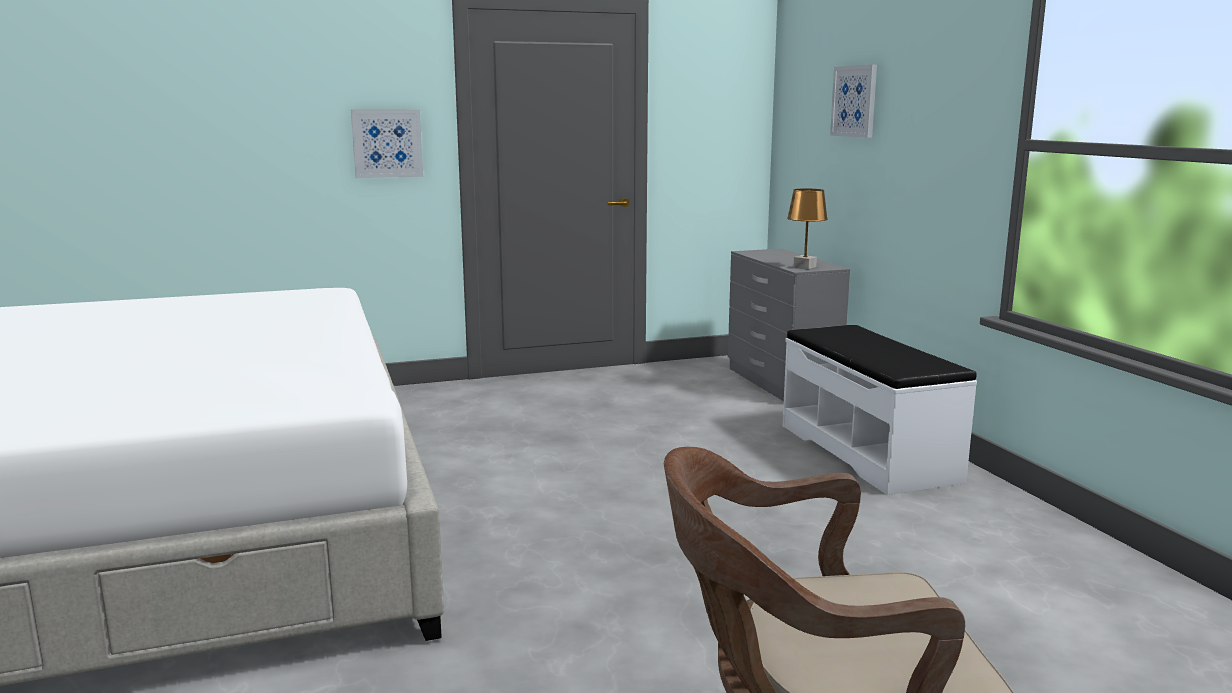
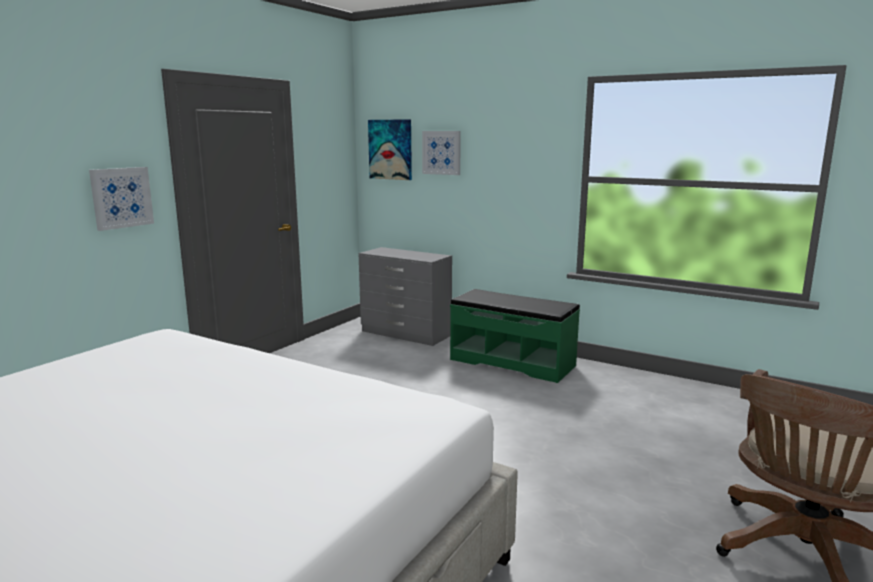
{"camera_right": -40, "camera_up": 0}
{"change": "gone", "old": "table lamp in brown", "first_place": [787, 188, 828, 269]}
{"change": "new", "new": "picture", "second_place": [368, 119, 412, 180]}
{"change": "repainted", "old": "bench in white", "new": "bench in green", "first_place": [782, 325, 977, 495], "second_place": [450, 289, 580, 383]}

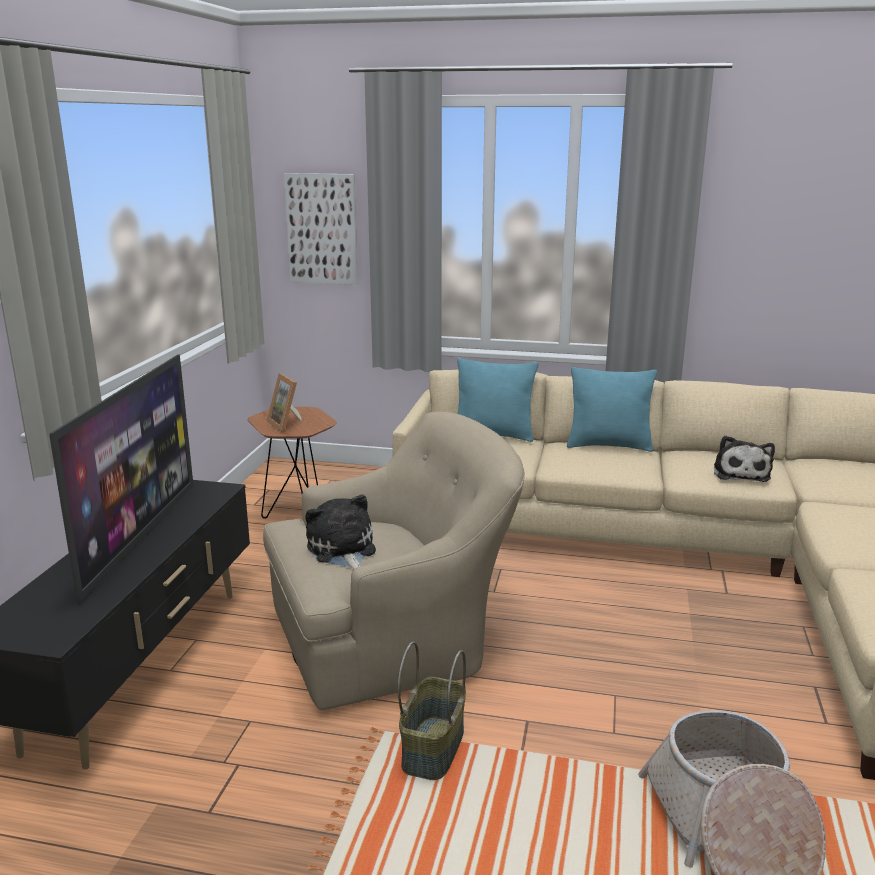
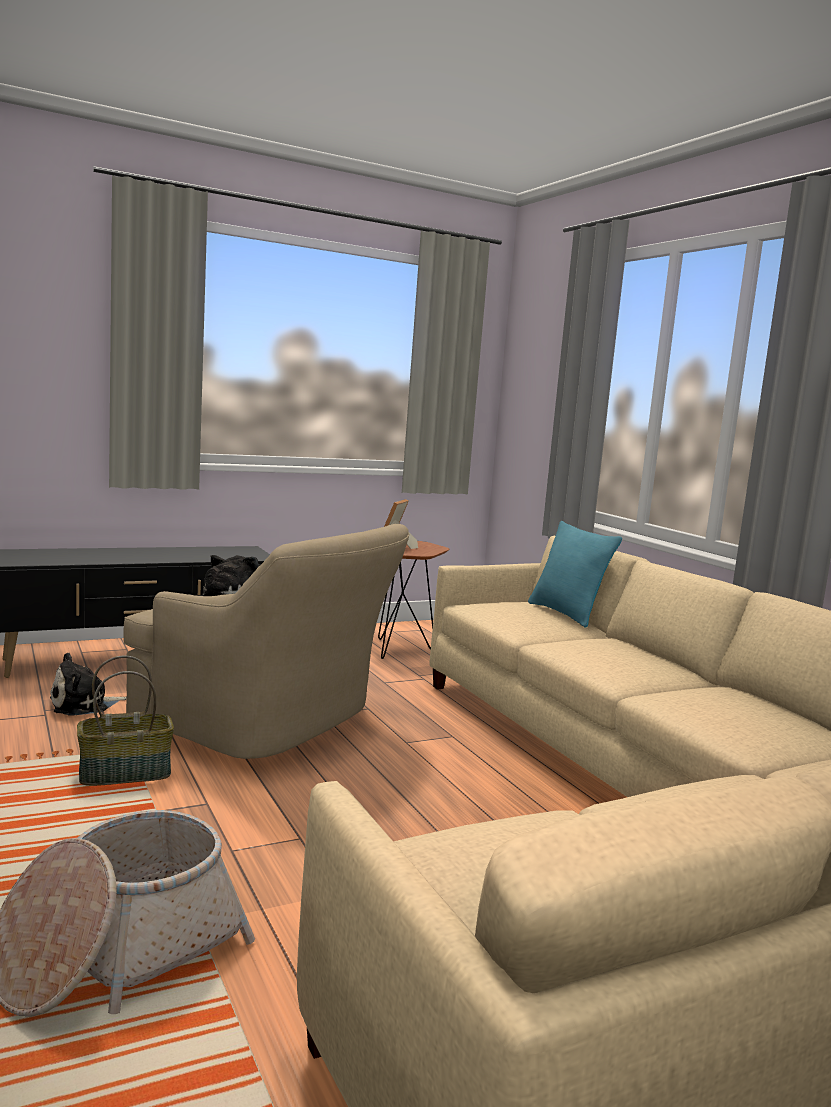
{"camera_right": 50, "camera_up": -10}
{"change": "gone", "old": "television", "first_place": [49, 354, 194, 602]}
{"change": "gone", "old": "picture", "first_place": [284, 173, 358, 285]}
{"change": "gone", "old": "pillow in turquoise", "first_place": [567, 367, 657, 452]}
{"change": "shifted", "old": "plush toy", "first_place": [714, 436, 775, 482], "second_place": [50, 653, 127, 716]}

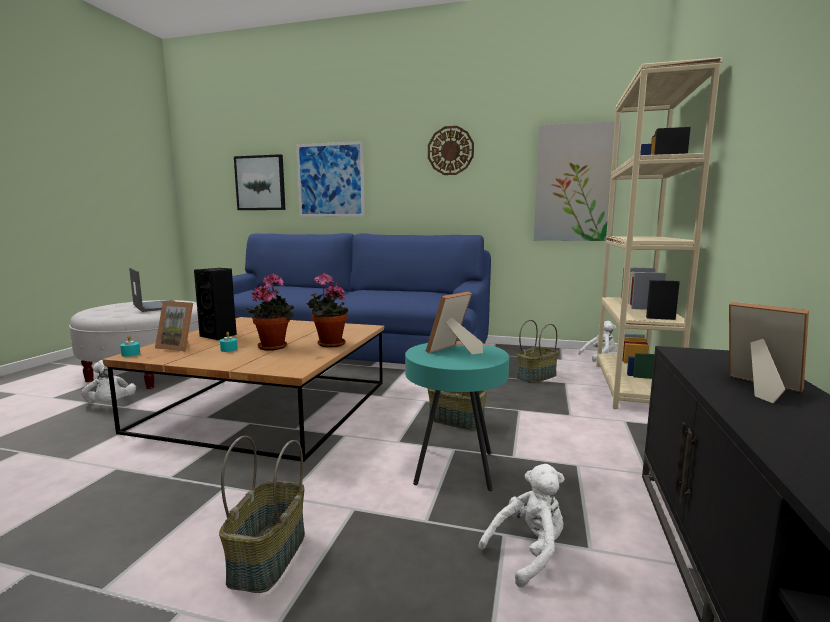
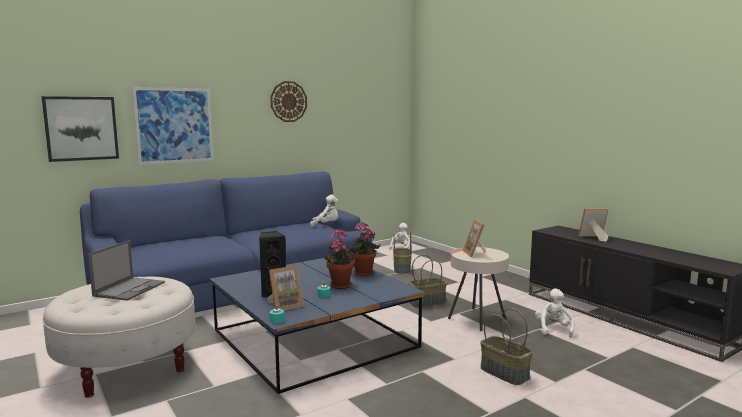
{"camera_right": -50, "camera_up": 0}
{"change": "gone", "old": "picture", "first_place": [534, 121, 621, 241]}
{"change": "gone", "old": "bookcase in beige", "first_place": [596, 57, 722, 409]}
{"change": "shifted", "old": "plush toy in white", "first_place": [81, 360, 136, 403], "second_place": [310, 194, 338, 227]}
{"change": "repainted", "old": "coffee table in brown", "new": "coffee table in blue", "first_place": [103, 317, 384, 462], "second_place": [210, 258, 425, 394]}
{"change": "repainted", "old": "side table in turquoise", "new": "side table in beige", "first_place": [405, 341, 509, 491], "second_place": [448, 247, 509, 331]}
{"change": "rotated", "old": "laptop", "first_place": [129, 268, 176, 312], "second_place": [88, 240, 165, 301], "degrees": 105}

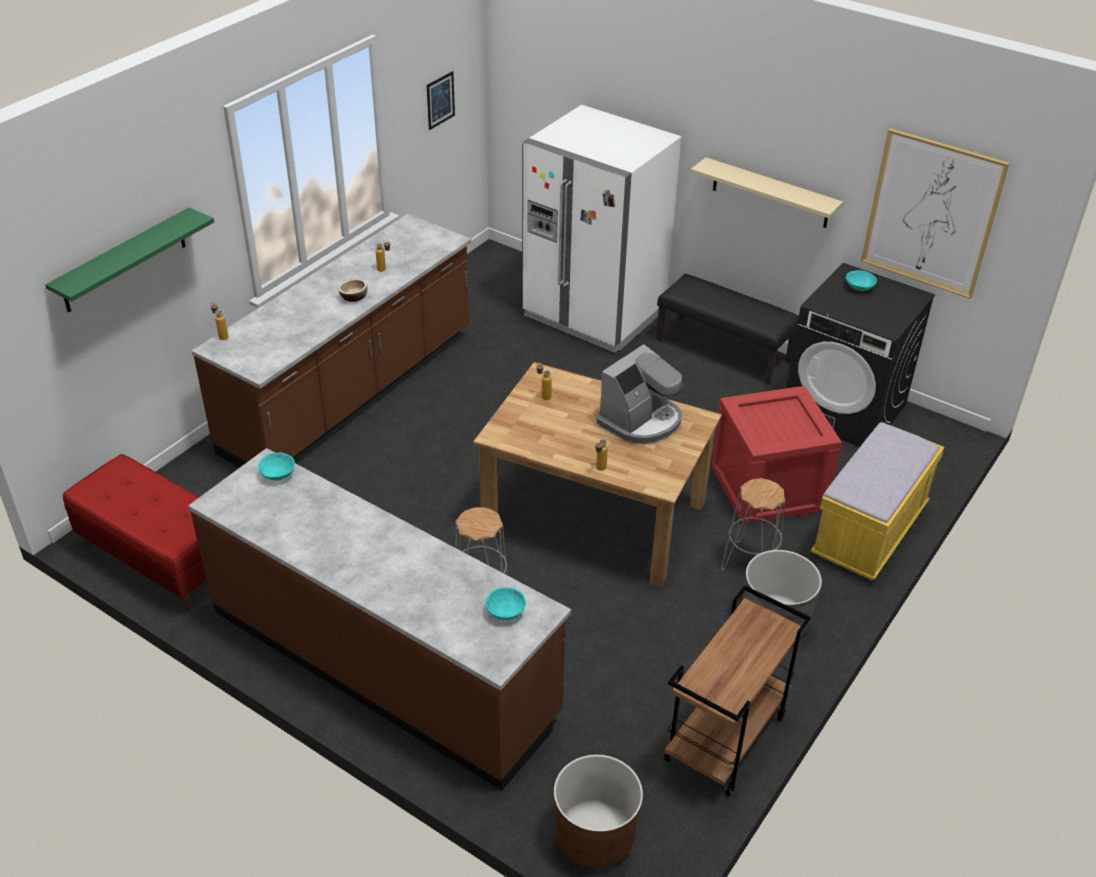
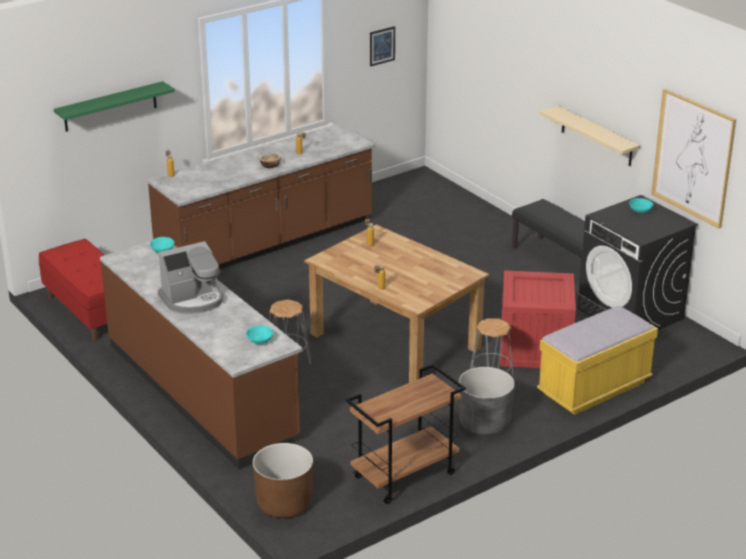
{"camera_right": 20, "camera_up": -10}
{"change": "gone", "old": "fridge in white", "first_place": [522, 105, 681, 353]}
{"change": "shifted", "old": "coffee machine", "first_place": [597, 344, 684, 444], "second_place": [158, 241, 223, 314]}

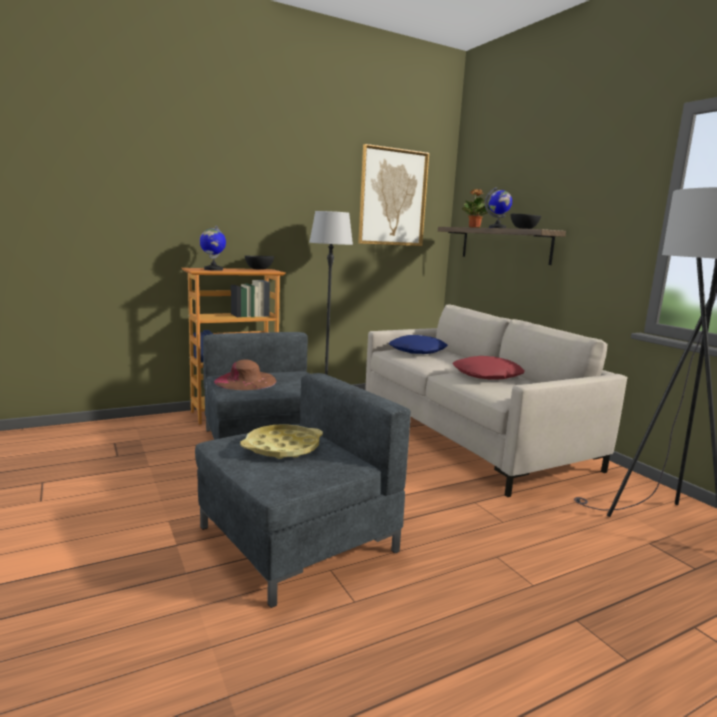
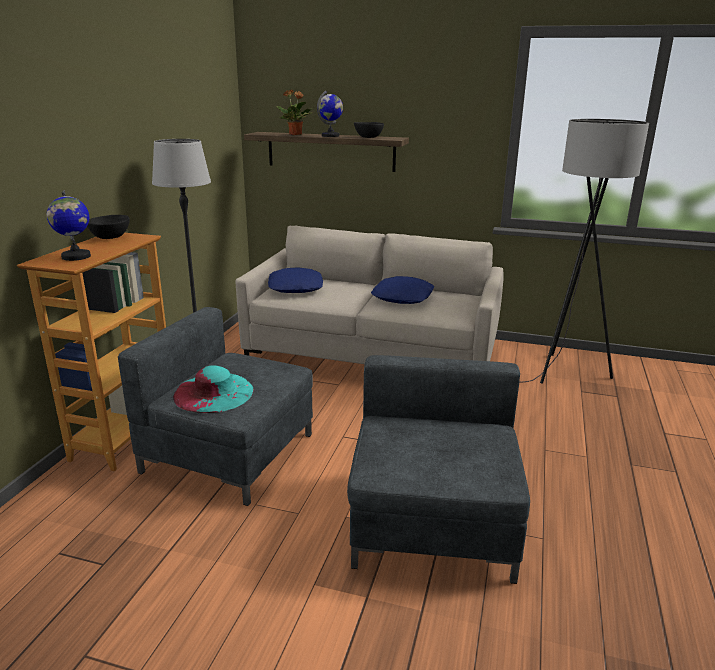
{"camera_right": -45, "camera_up": 10}
{"change": "gone", "old": "tray in yellow", "first_place": [240, 424, 323, 459]}
{"change": "gone", "old": "picture", "first_place": [358, 144, 429, 246]}
{"change": "repainted", "old": "hat in brown", "new": "hat in turquoise", "first_place": [214, 359, 276, 390], "second_place": [173, 365, 254, 413]}
{"change": "repainted", "old": "pillow in red", "new": "pillow in blue", "first_place": [452, 356, 525, 380], "second_place": [371, 276, 434, 304]}

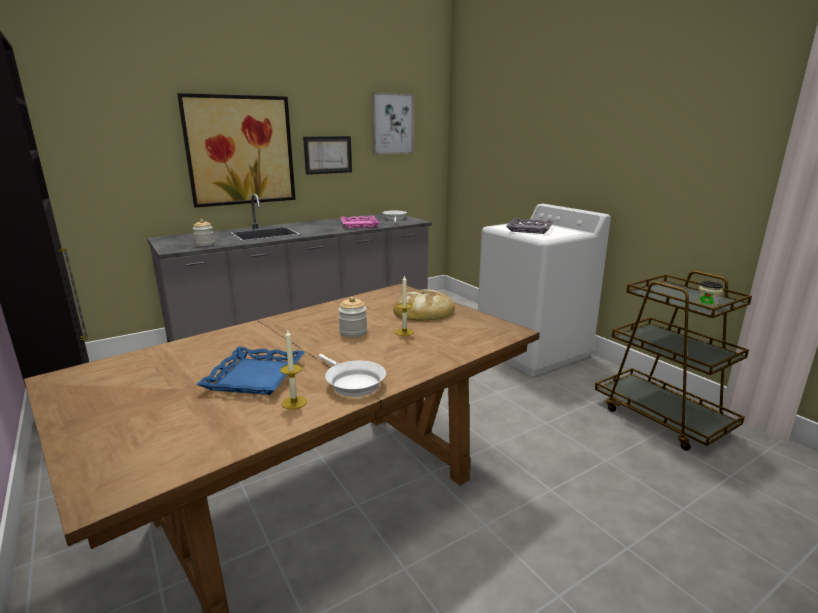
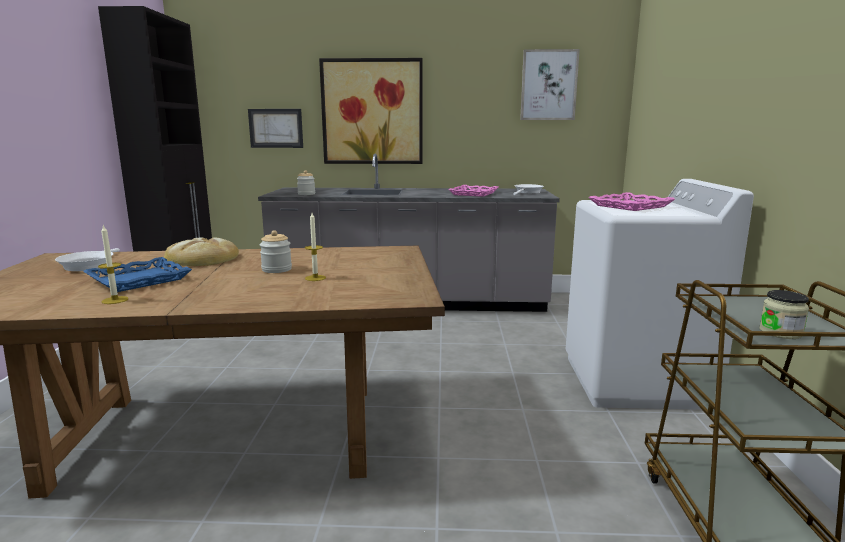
{"camera_right": 35, "camera_up": -5}
{"change": "shifted", "old": "picture", "first_place": [303, 136, 352, 175], "second_place": [248, 109, 303, 148]}
{"change": "shifted", "old": "frying pan in white", "first_place": [318, 354, 386, 397], "second_place": [55, 248, 120, 271]}
{"change": "shifted", "old": "bread", "first_place": [393, 289, 455, 321], "second_place": [164, 237, 239, 266]}
{"change": "repainted", "old": "tray in grey", "new": "tray in pink", "first_place": [506, 218, 554, 234], "second_place": [588, 192, 675, 211]}

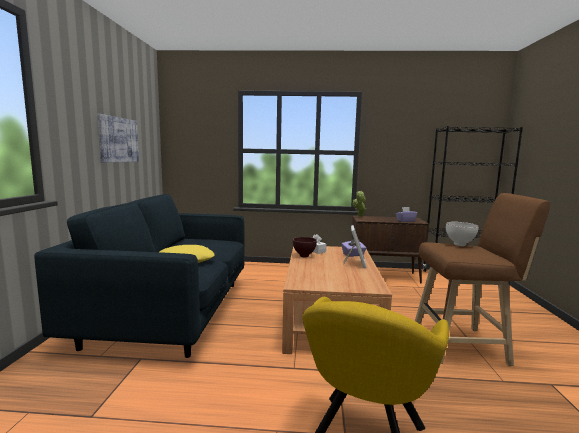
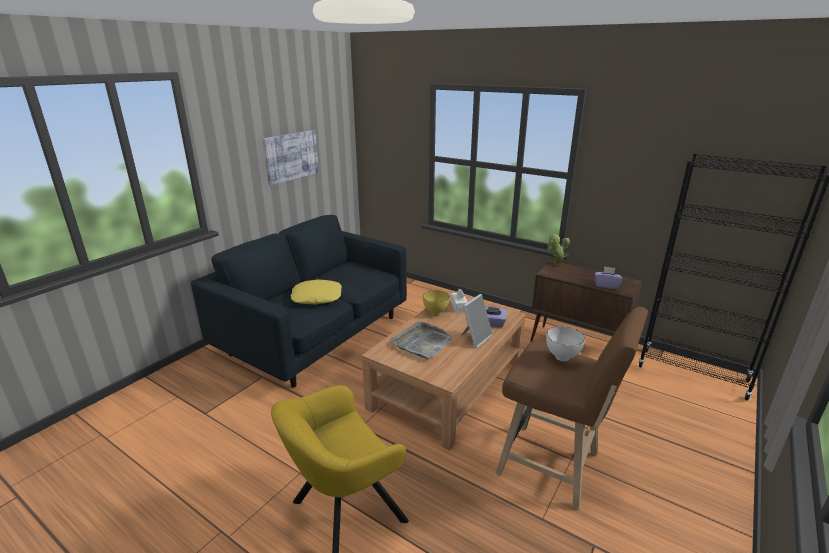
{"camera_right": 30, "camera_up": 15}
{"change": "new", "new": "tray in grey", "second_place": [392, 322, 454, 359]}
{"change": "repainted", "old": "bowl in brown", "new": "bowl in yellow", "first_place": [293, 237, 317, 257], "second_place": [423, 290, 450, 315]}

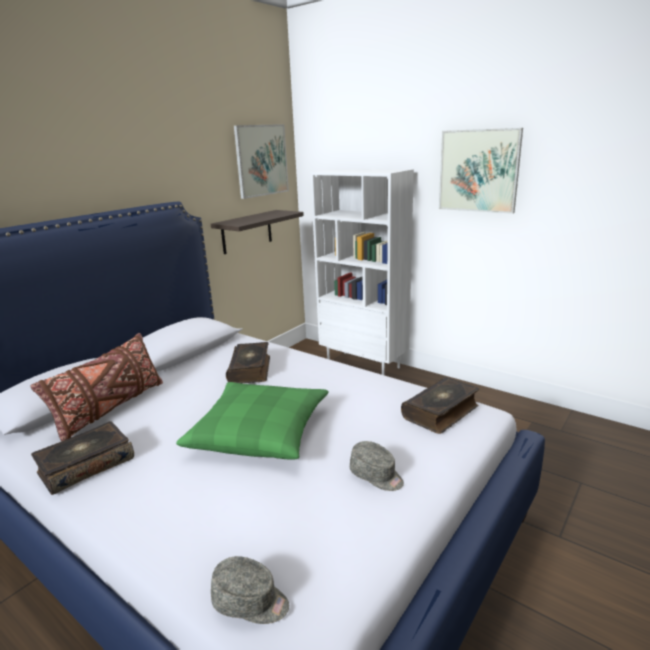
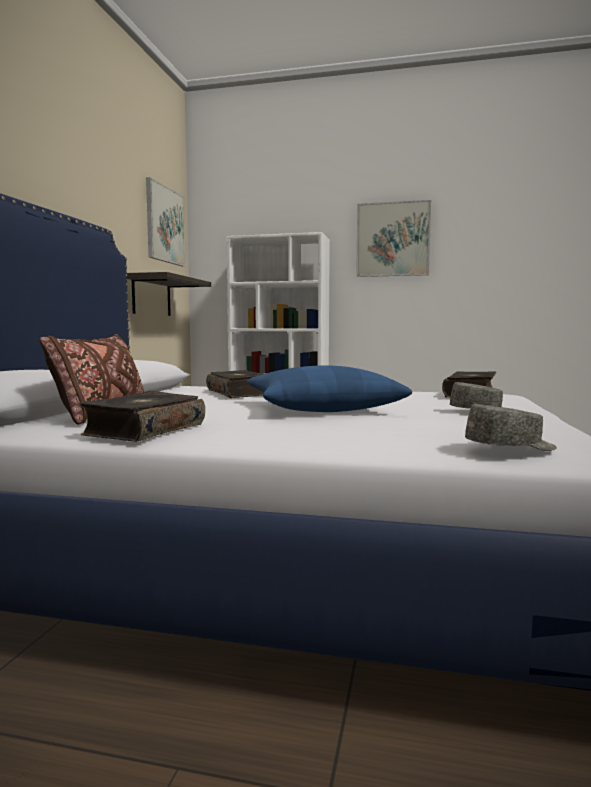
{"camera_right": -25, "camera_up": -15}
{"change": "repainted", "old": "pillow in green", "new": "pillow in blue", "first_place": [176, 382, 329, 460], "second_place": [247, 365, 412, 412]}

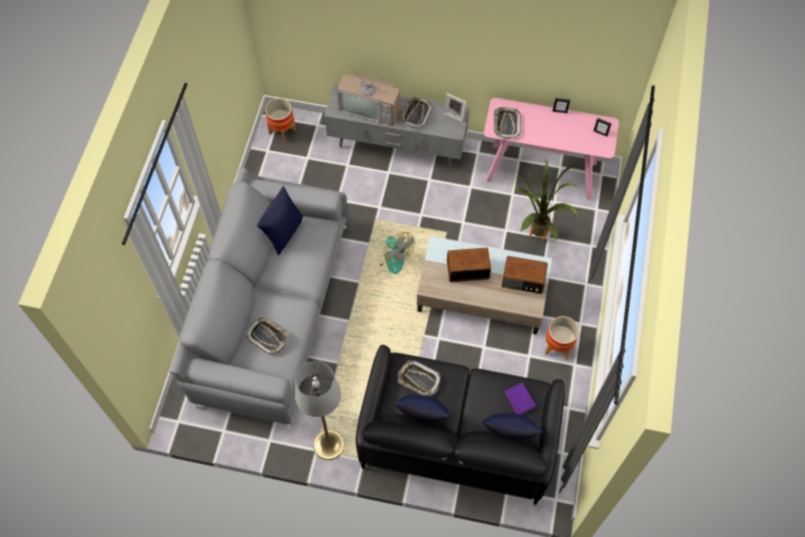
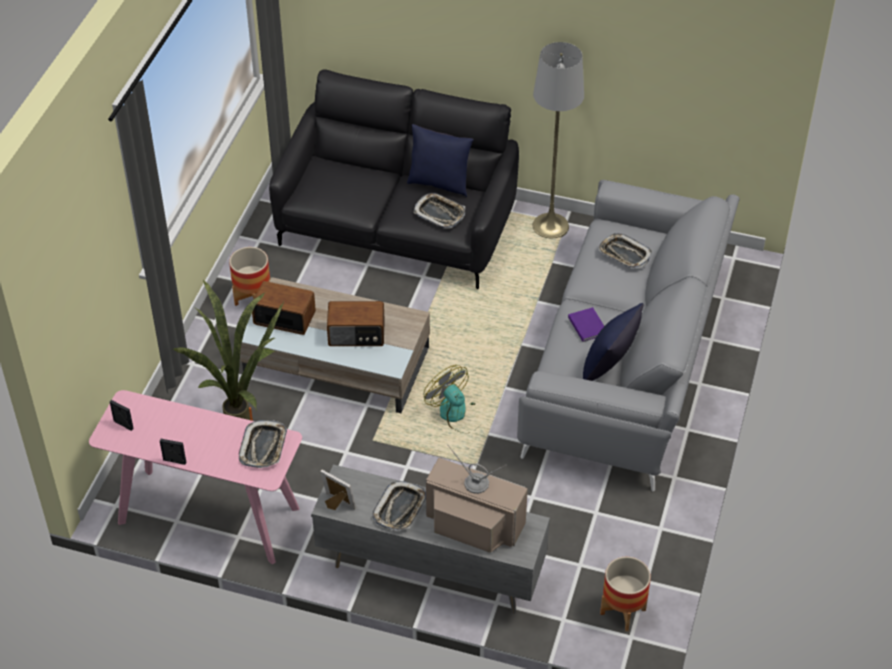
{"camera_right": -175, "camera_up": -15}
{"change": "gone", "old": "pillow in blue", "first_place": [482, 413, 542, 440]}
{"change": "shifted", "old": "book in purple", "first_place": [504, 382, 536, 415], "second_place": [568, 307, 604, 342]}

